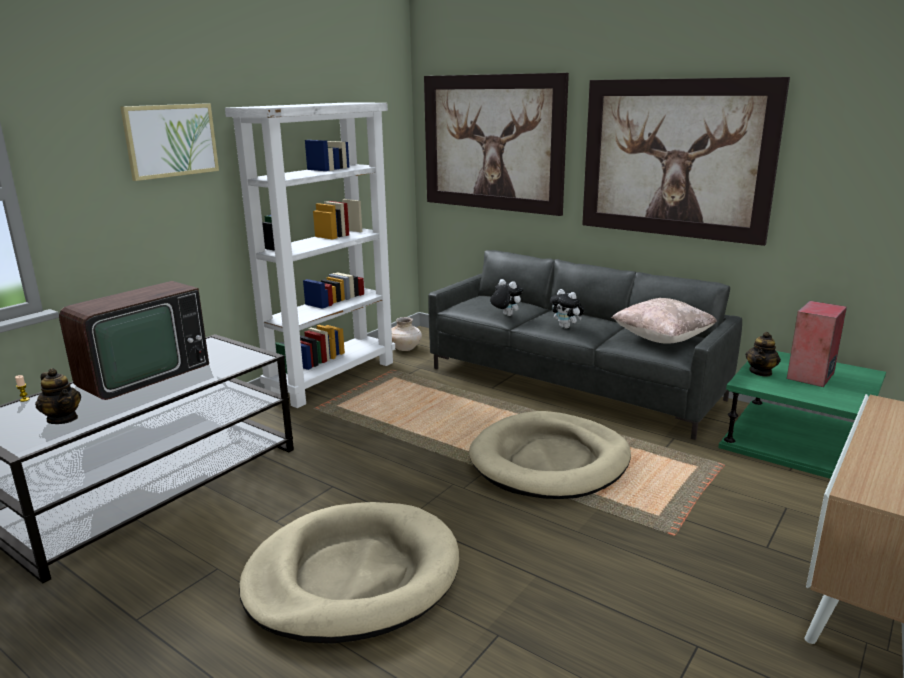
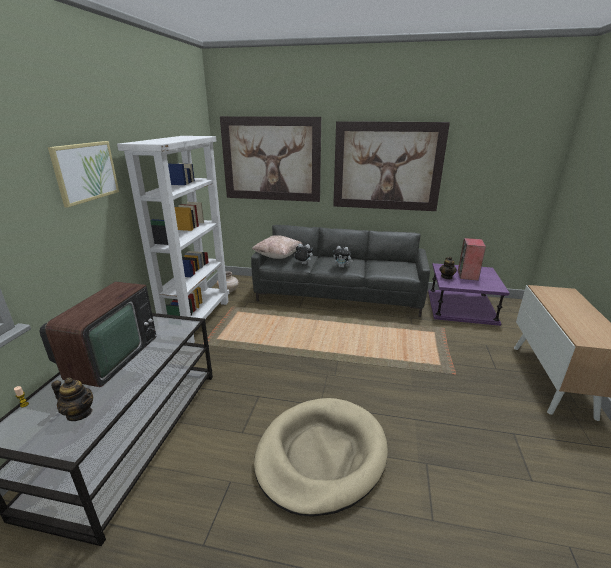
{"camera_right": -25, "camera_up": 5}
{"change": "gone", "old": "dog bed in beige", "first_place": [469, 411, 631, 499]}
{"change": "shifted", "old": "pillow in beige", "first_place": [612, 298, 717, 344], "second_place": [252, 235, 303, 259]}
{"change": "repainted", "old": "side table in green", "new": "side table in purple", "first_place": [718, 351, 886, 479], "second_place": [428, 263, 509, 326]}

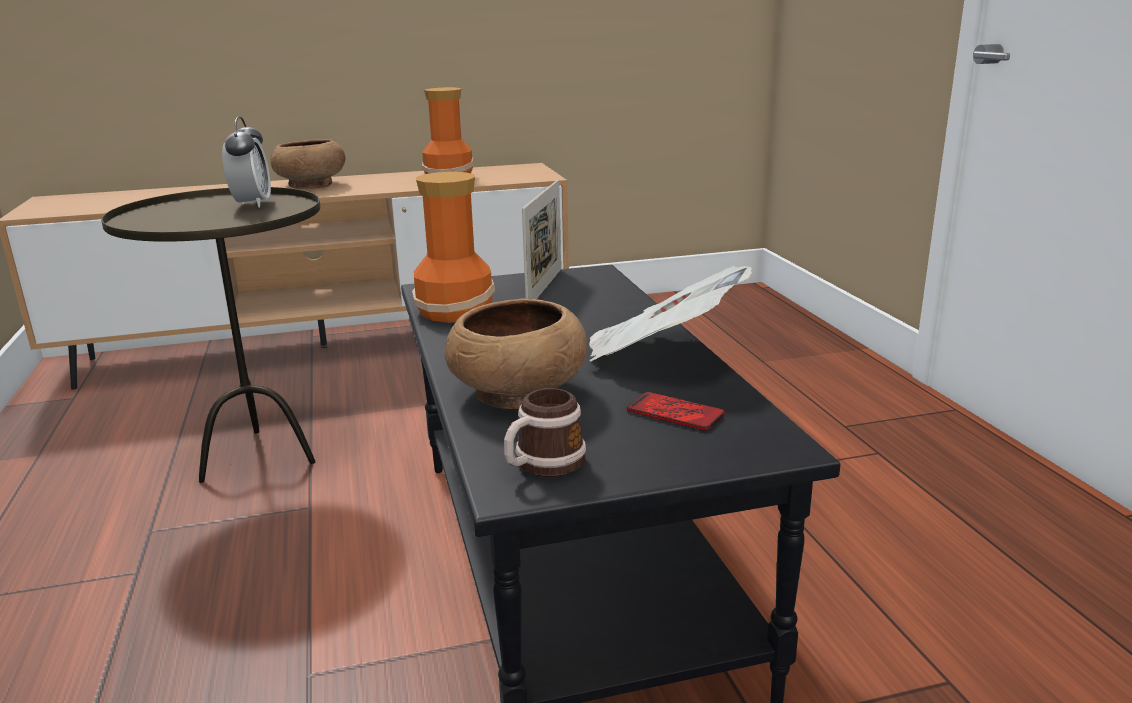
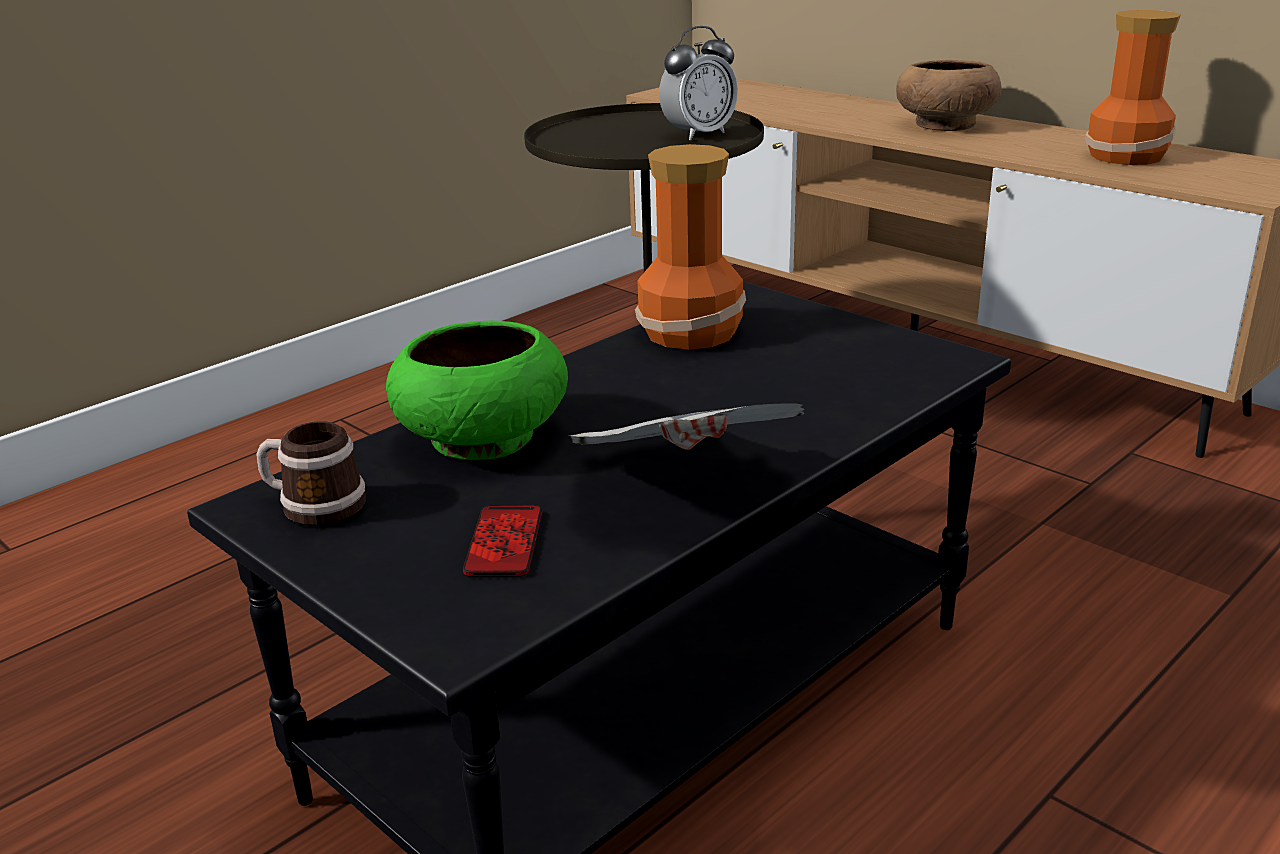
{"camera_right": 60, "camera_up": 5}
{"change": "gone", "old": "picture frame", "first_place": [522, 180, 561, 299]}
{"change": "repainted", "old": "bowl in brown", "new": "bowl in green", "first_place": [445, 299, 587, 409], "second_place": [386, 321, 568, 460]}

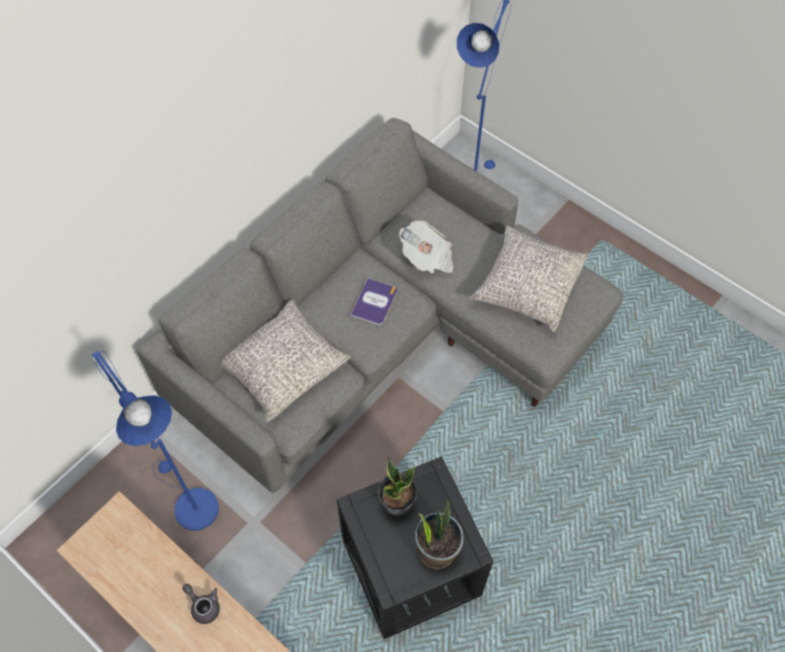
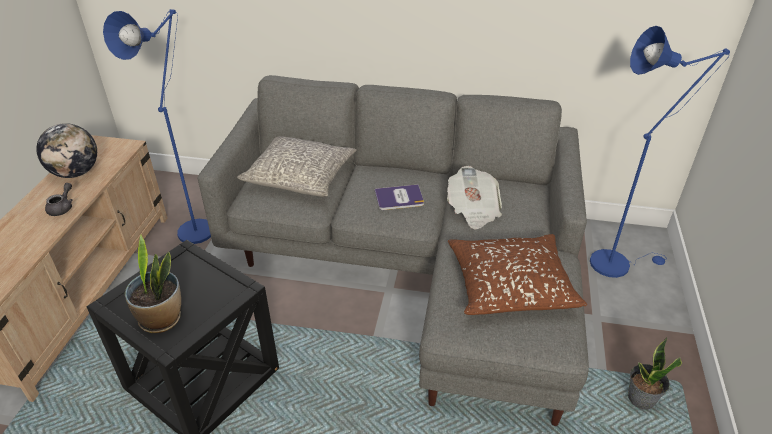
{"camera_right": 60, "camera_up": -20}
{"change": "new", "new": "globe", "second_place": [36, 123, 97, 178]}
{"change": "shifted", "old": "potted plant", "first_place": [378, 457, 417, 516], "second_place": [628, 337, 682, 410]}
{"change": "repainted", "old": "pillow in grey", "new": "pillow in brown", "first_place": [470, 226, 588, 332], "second_place": [448, 234, 587, 315]}

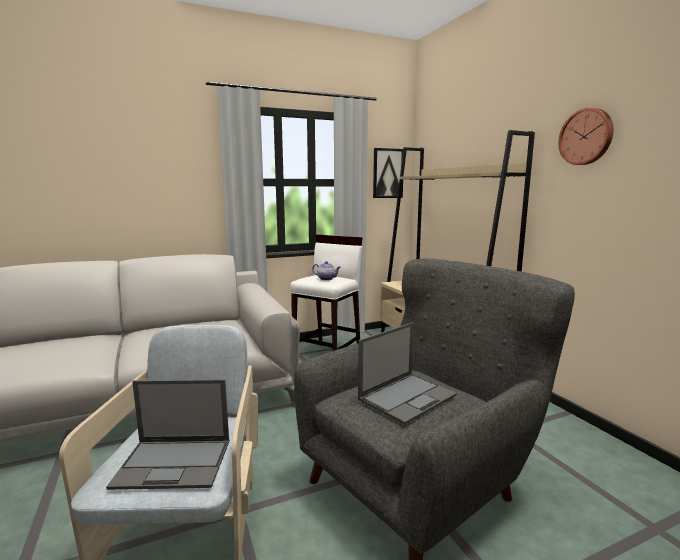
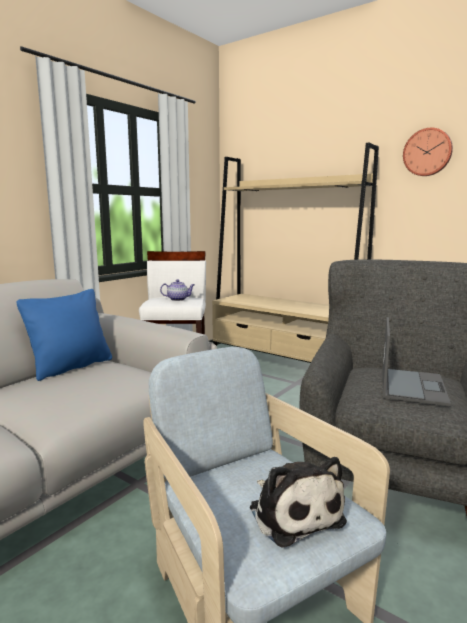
{"camera_right": -30, "camera_up": 0}
{"change": "gone", "old": "picture", "first_place": [373, 148, 403, 198]}
{"change": "new", "new": "pillow in blue", "second_place": [17, 289, 112, 381]}
{"change": "swapped", "old": "laptop", "new": "plush toy", "first_place": [106, 379, 229, 490], "second_place": [250, 457, 347, 548]}

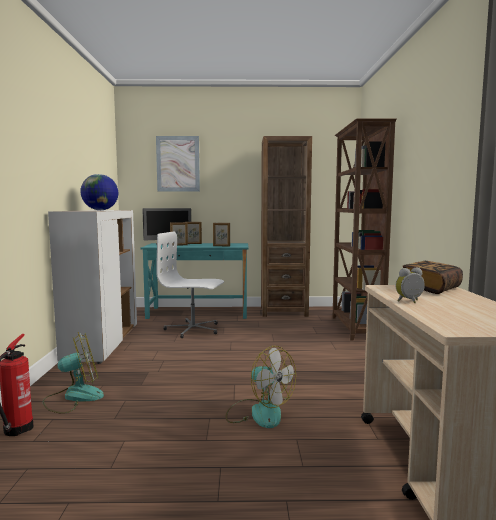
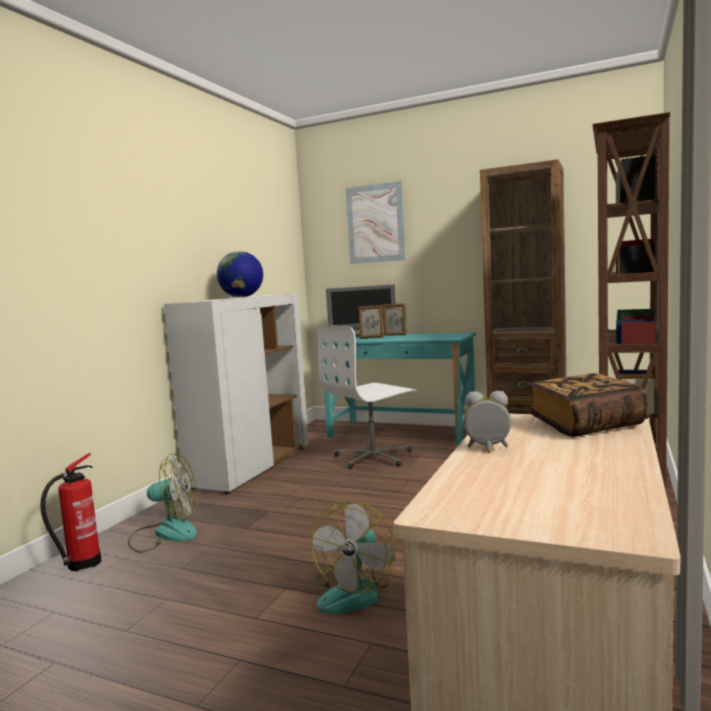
{"camera_right": 25, "camera_up": 0}
{"change": "gone", "old": "picture frame", "first_place": [213, 223, 230, 247]}
{"change": "rotated", "old": "office chair in white", "first_place": [156, 232, 224, 338], "second_place": [318, 325, 417, 469], "degrees": -75}
{"change": "rotated", "old": "fan", "first_place": [226, 346, 296, 428], "second_place": [312, 500, 395, 614], "degrees": 45}

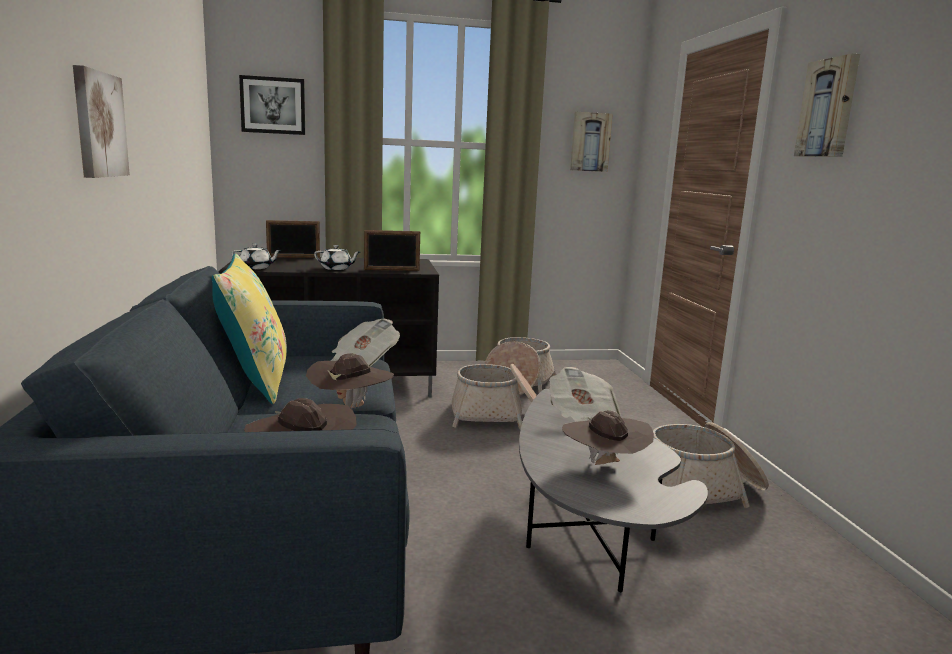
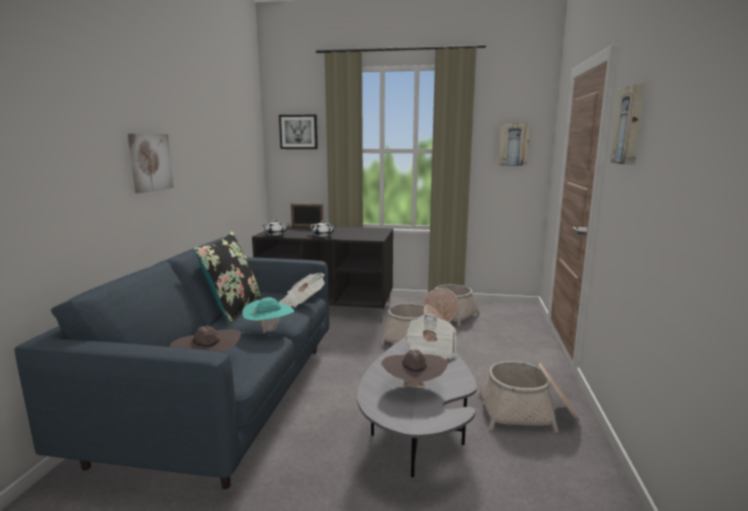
{"camera_right": 20, "camera_up": 0}
{"change": "gone", "old": "picture frame", "first_place": [364, 230, 420, 271]}
{"change": "repainted", "old": "pillow in yellow", "new": "pillow in black", "first_place": [212, 254, 287, 404], "second_place": [193, 231, 261, 324]}
{"change": "repainted", "old": "hat in brown", "new": "hat in turquoise", "first_place": [306, 353, 394, 409], "second_place": [242, 297, 294, 333]}

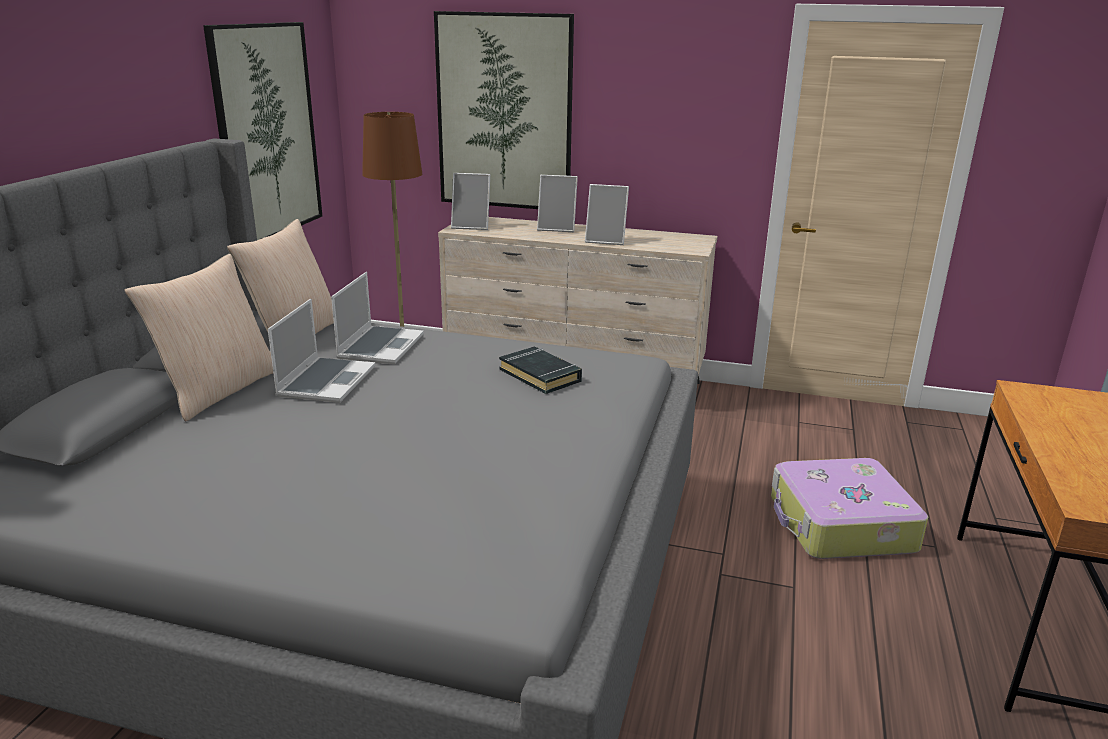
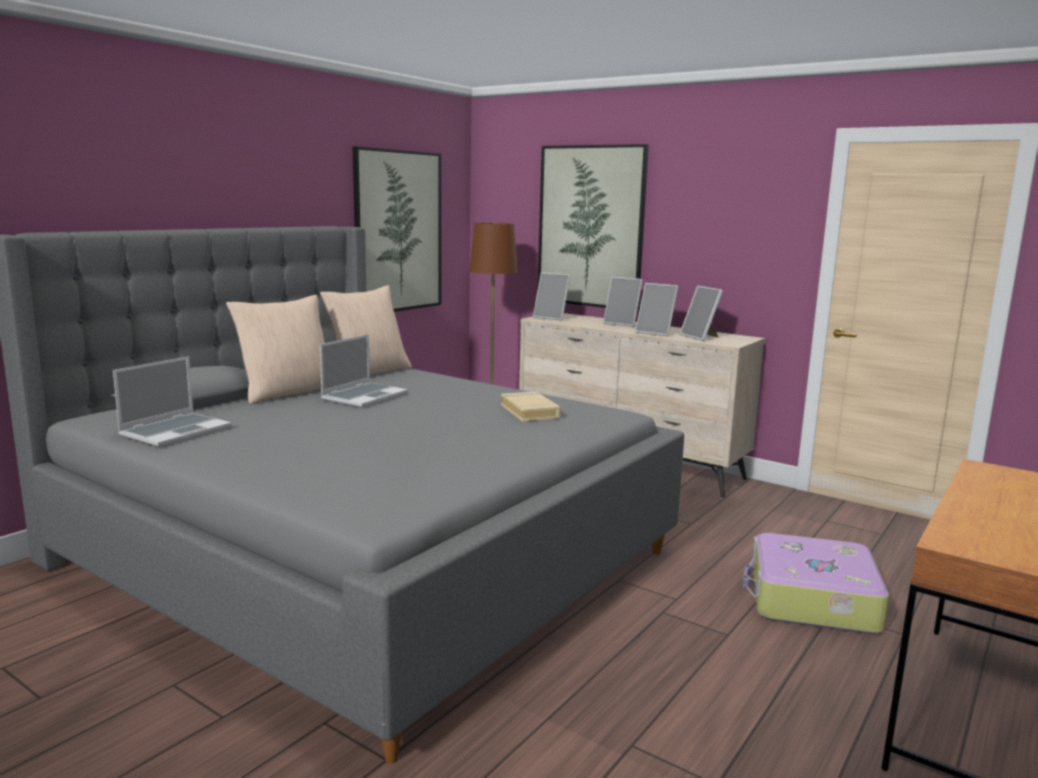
{"camera_right": 20, "camera_up": -10}
{"change": "new", "new": "picture frame", "second_place": [680, 286, 723, 341]}
{"change": "shifted", "old": "laptop", "first_place": [331, 272, 424, 364], "second_place": [113, 356, 231, 448]}
{"change": "repainted", "old": "book in black", "new": "book in beige", "first_place": [499, 347, 582, 394], "second_place": [501, 392, 561, 421]}

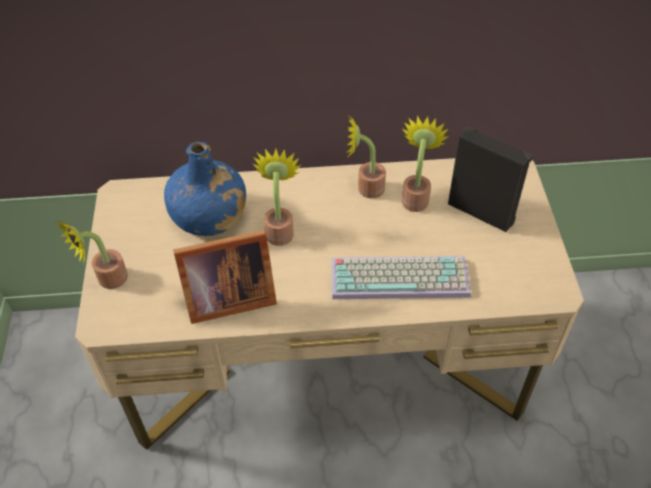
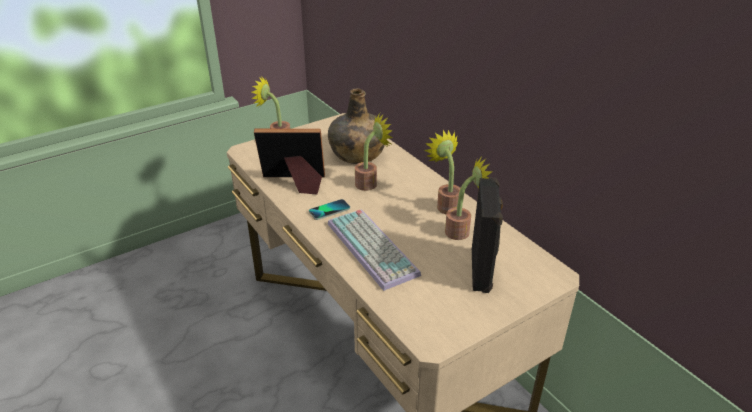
{"camera_right": 60, "camera_up": -15}
{"change": "new", "new": "phone", "second_place": [309, 199, 350, 220]}
{"change": "repainted", "old": "bottle in blue", "new": "bottle in green", "first_place": [164, 142, 246, 236], "second_place": [328, 88, 385, 164]}
{"change": "rotated", "old": "picture frame", "first_place": [173, 230, 277, 324], "second_place": [254, 129, 325, 195], "degrees": 135}

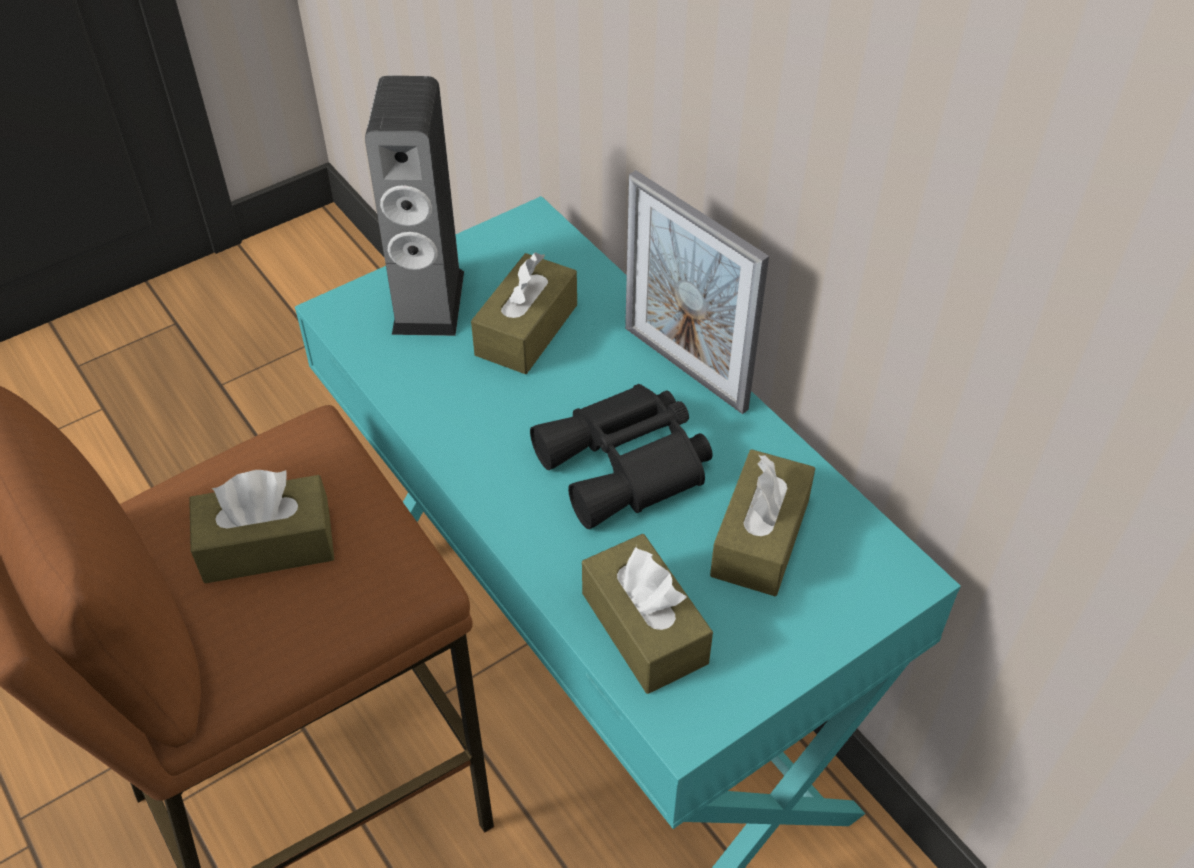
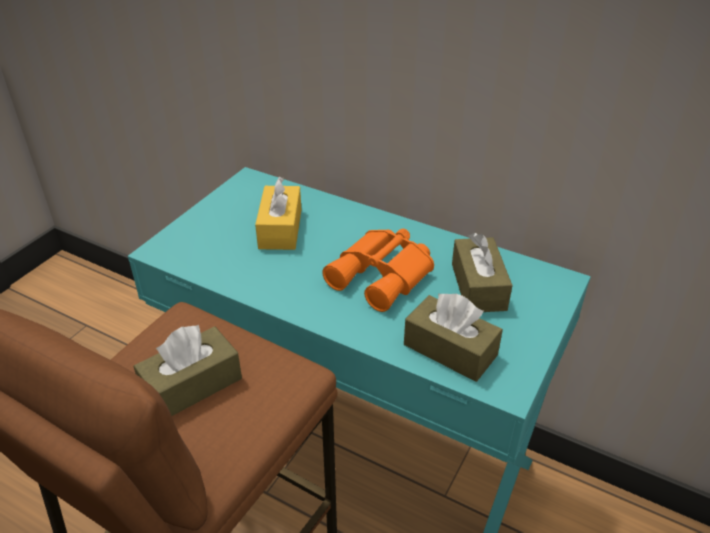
{"camera_right": -25, "camera_up": -10}
{"change": "gone", "old": "speaker", "first_place": [365, 76, 464, 336]}
{"change": "gone", "old": "picture frame", "first_place": [625, 170, 769, 414]}
{"change": "repainted", "old": "tissue box in brown", "new": "tissue box in yellow", "first_place": [471, 252, 577, 374], "second_place": [255, 176, 301, 250]}
{"change": "repainted", "old": "binoculars in black", "new": "binoculars in orange", "first_place": [530, 384, 712, 529], "second_place": [322, 229, 434, 312]}

